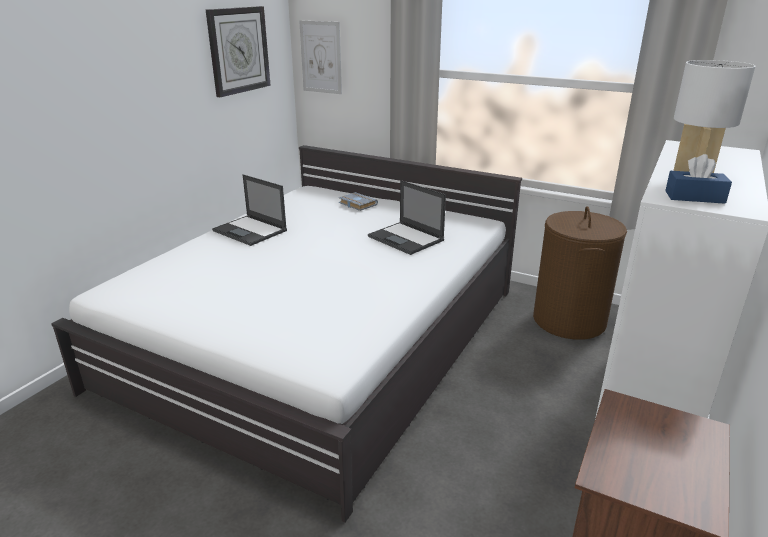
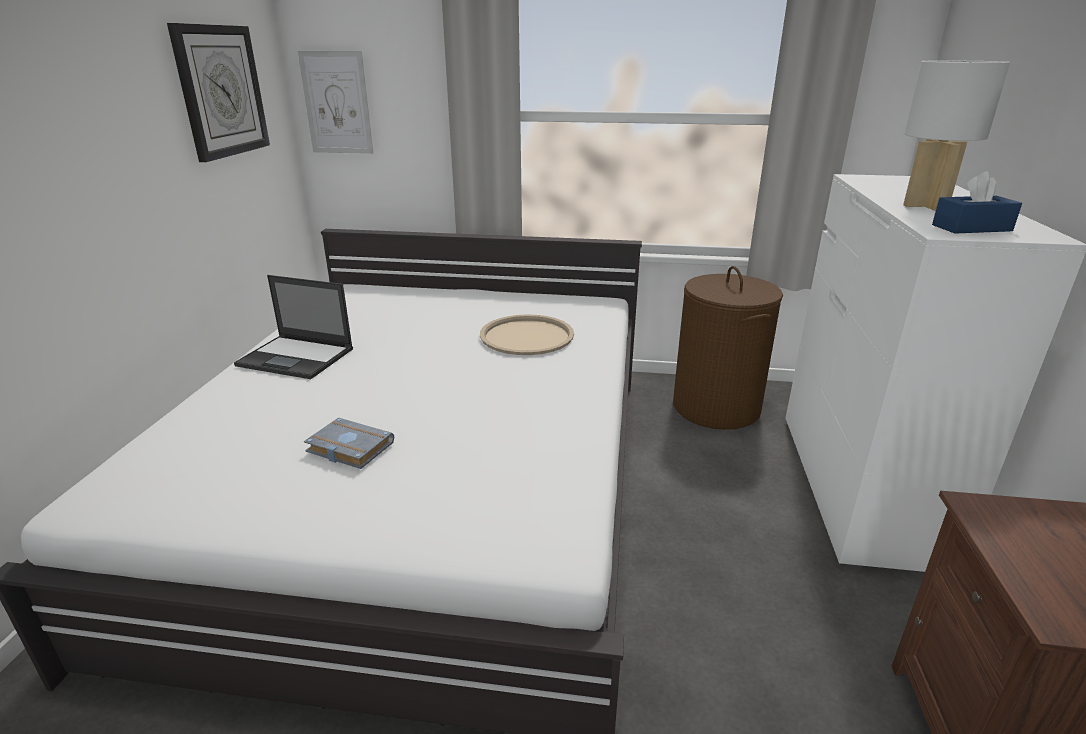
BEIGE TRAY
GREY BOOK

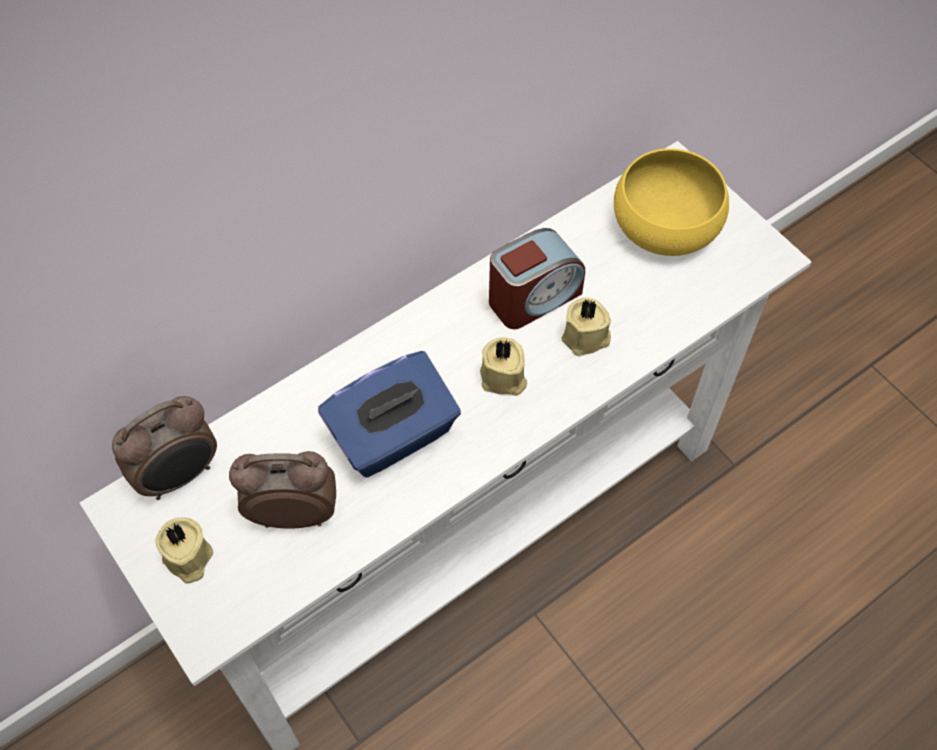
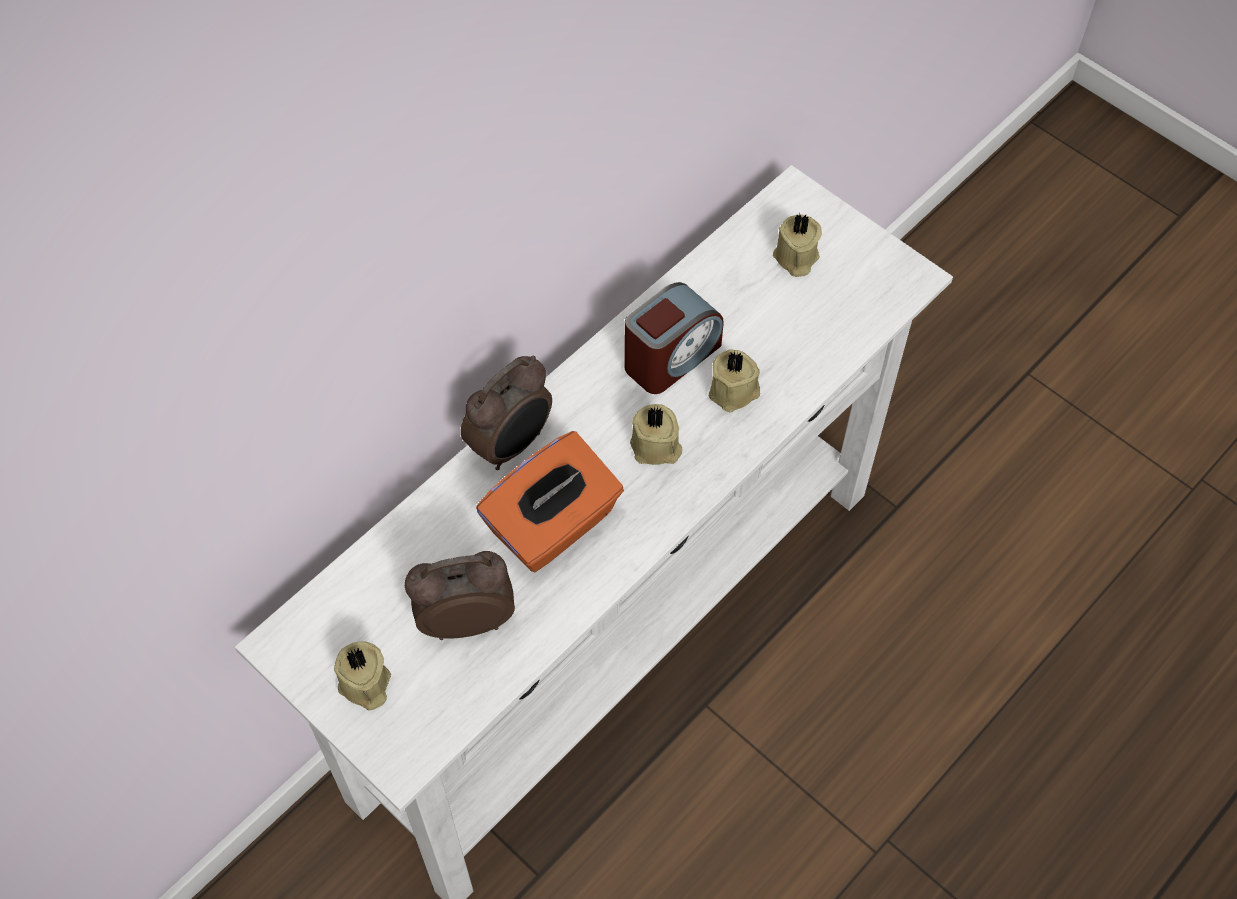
BEIGE CANDLE (4th from left)
ORANGE TISSUE BOX
ALARM CLOCK (2nd from left)

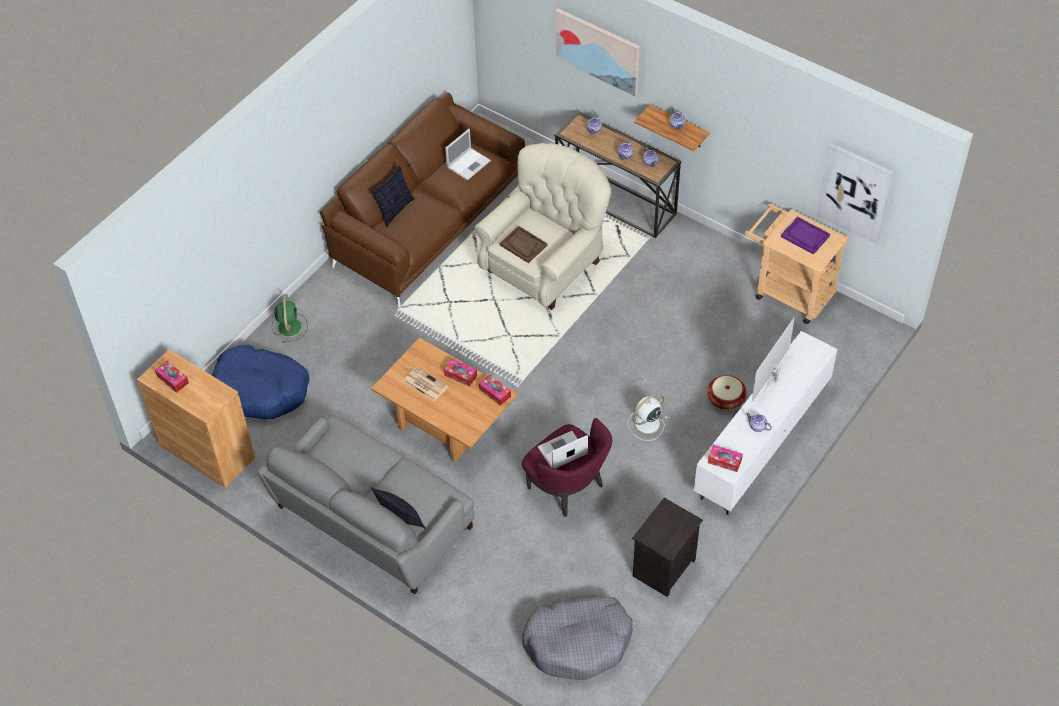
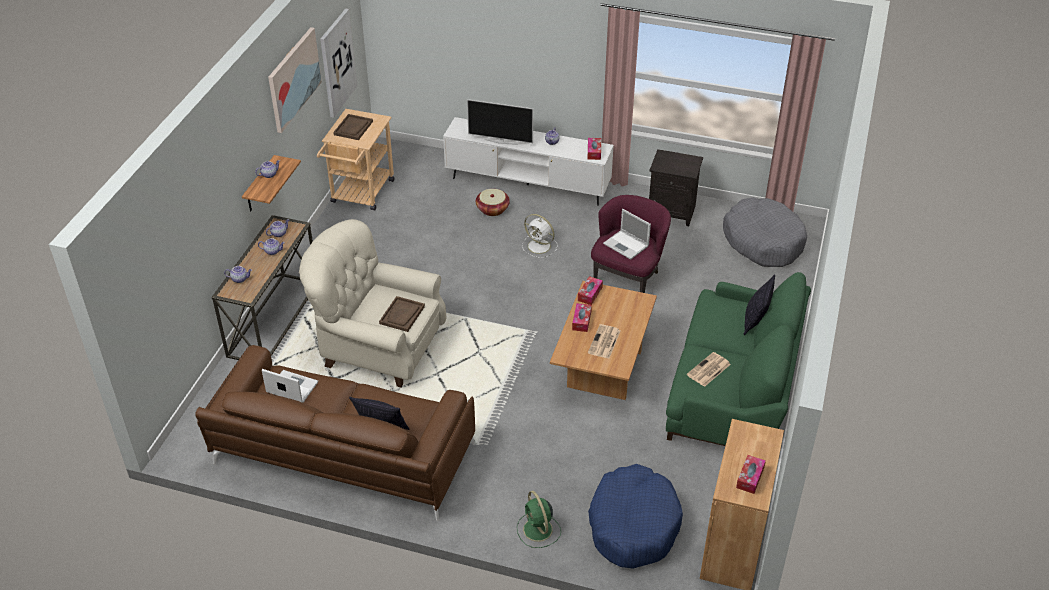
PICTURE (1st from left)
BROWN TRAY (1st from left)
GREEN FAN
GREEN SOFA
NEWSPAPER (2nd from left)

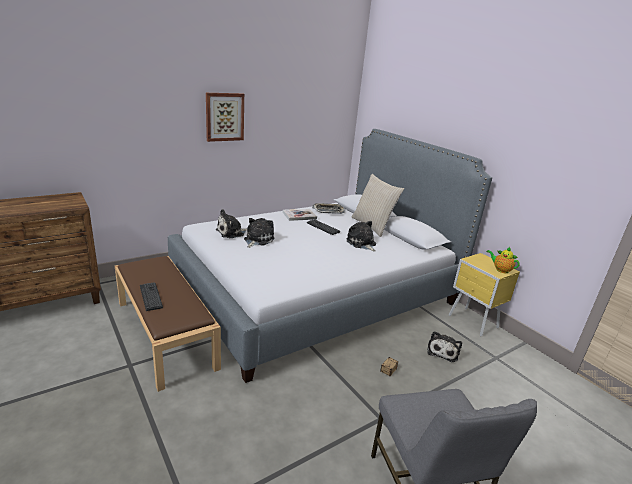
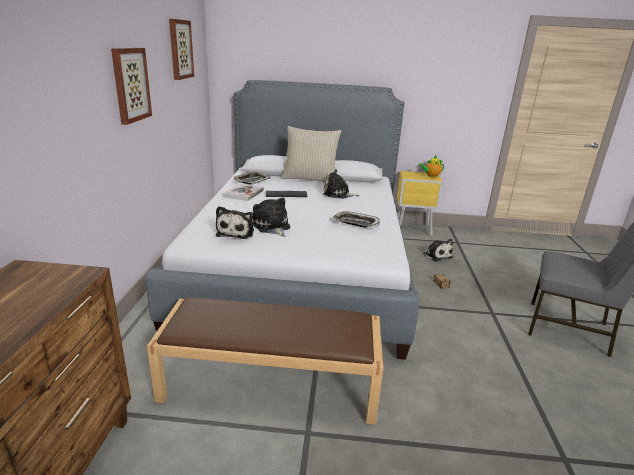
KEYBOARD (1st from left in the first image)
PICTURE (2nd from left)
TRAY (2nd from left)

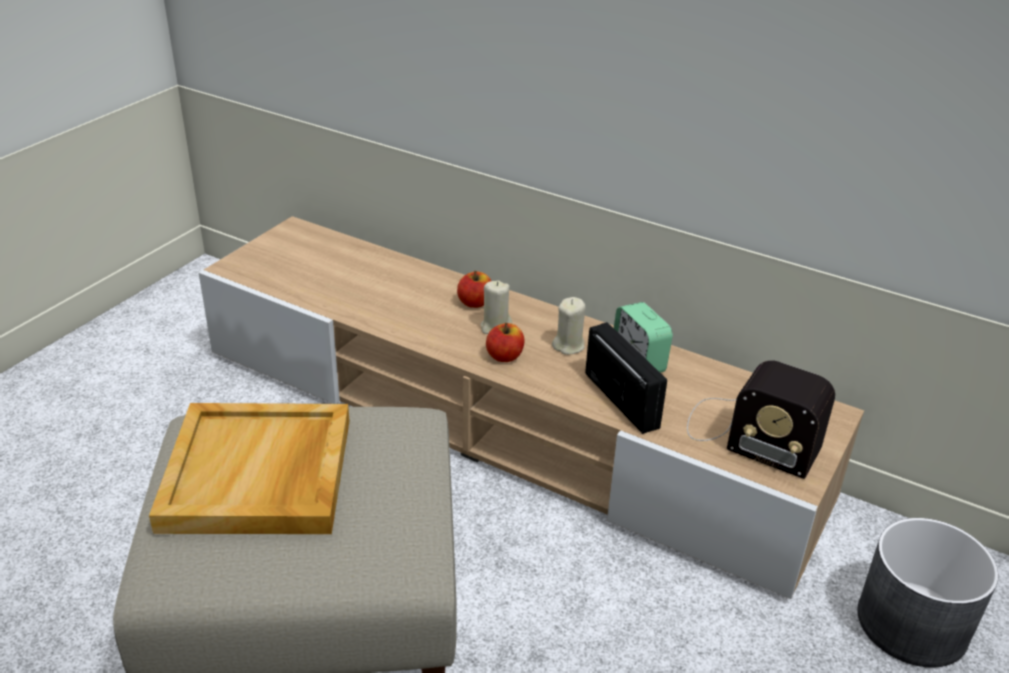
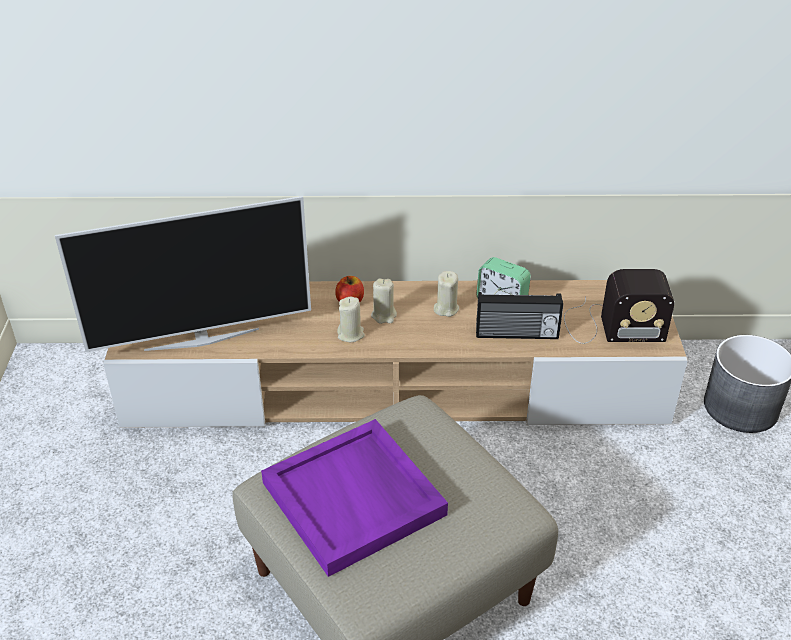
RADIO (1st from left)
APPLE (2nd from left in the first image)
PURPLE TRAY
TELEVISION
BEIGE CANDLE (1st from left)

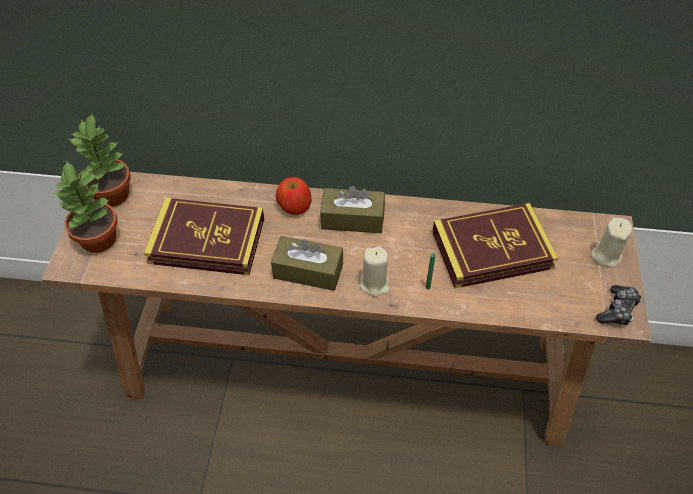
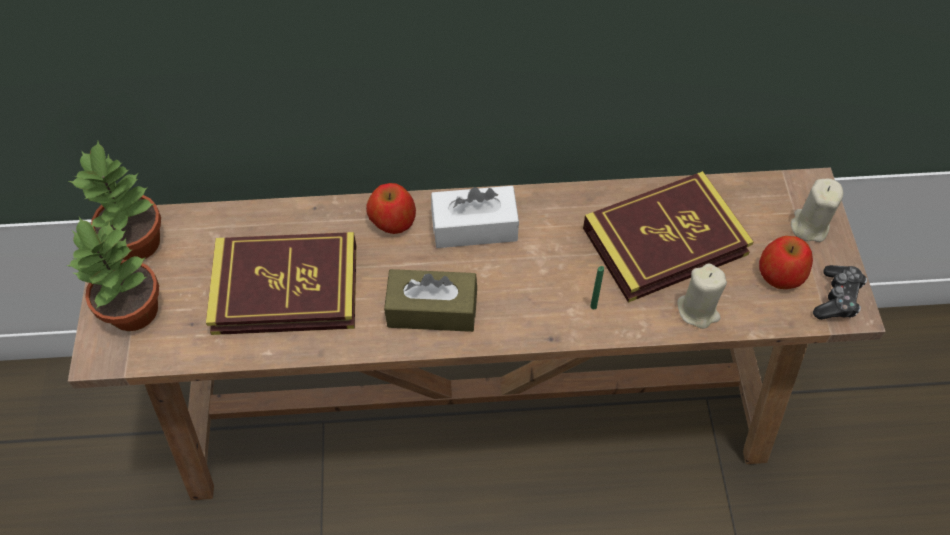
WHITE TISSUE BOX
BEIGE CANDLE (1st from left)
APPLE (2nd from left)

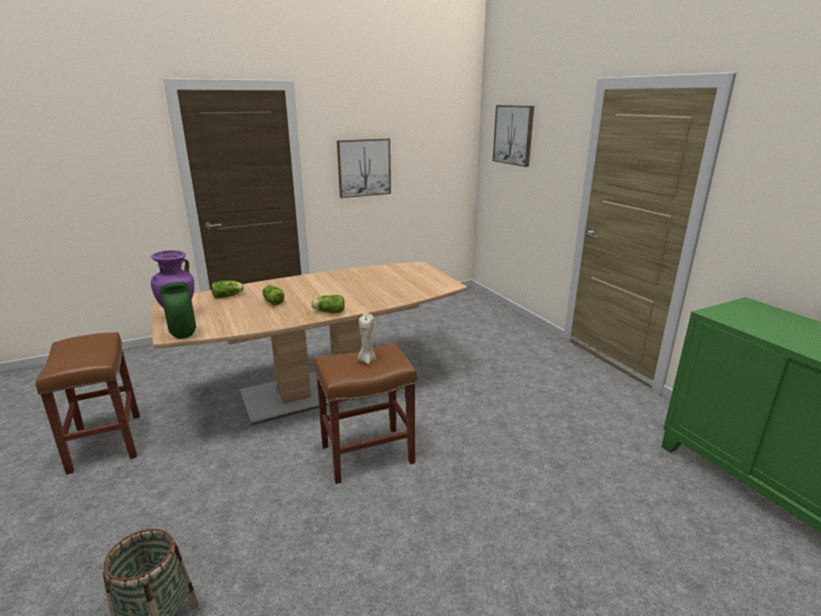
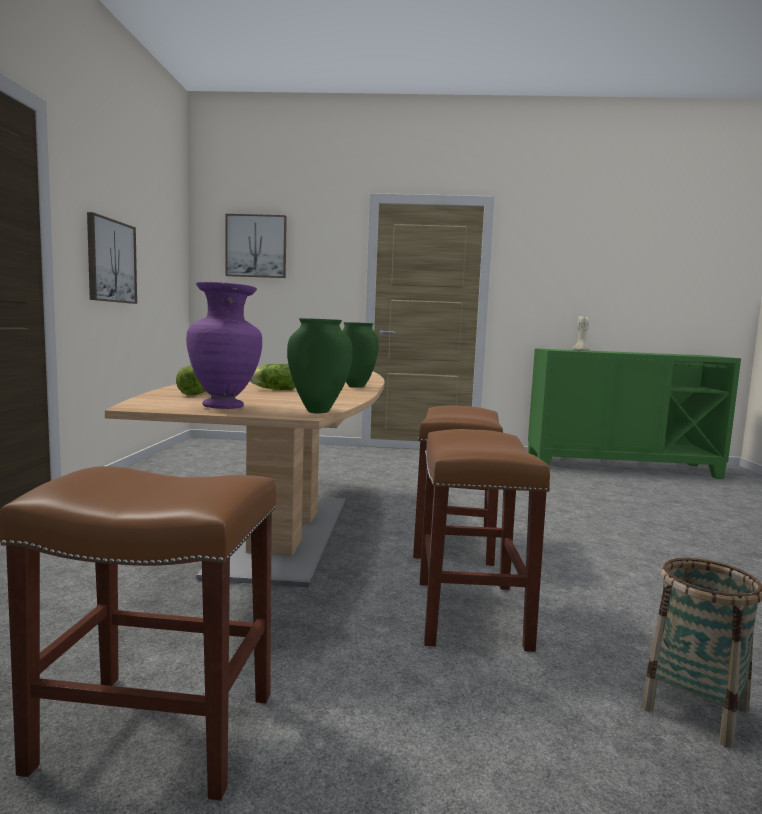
GREEN VASE (2nd from left)
BEIGE CANDLE
BROWN STOOL (3rd from left)

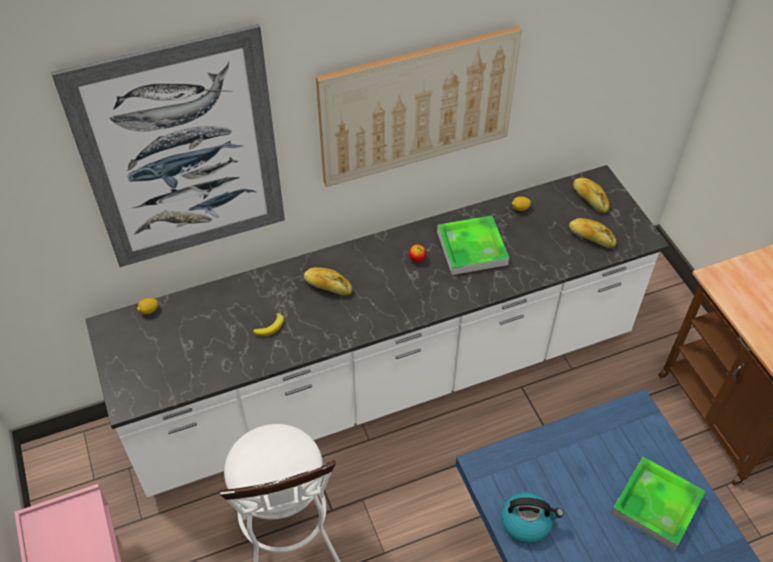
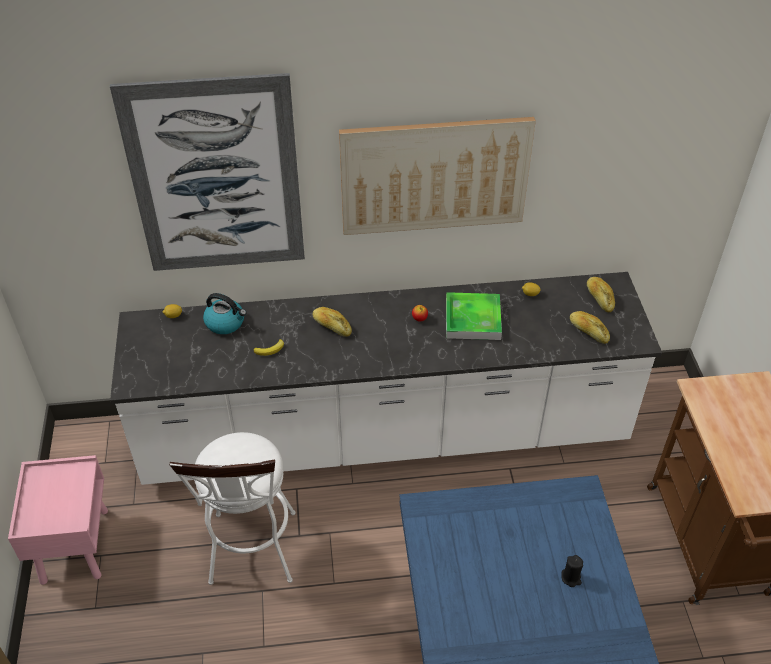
BLACK CANDLE
KETTLE

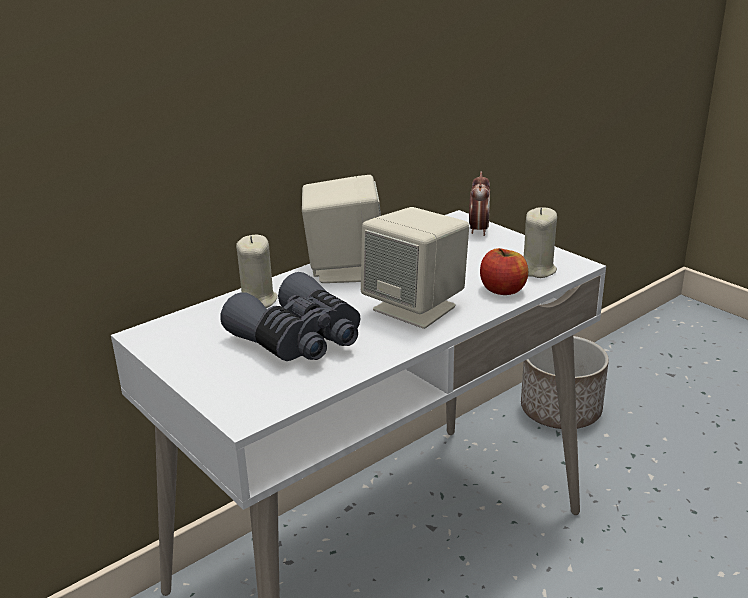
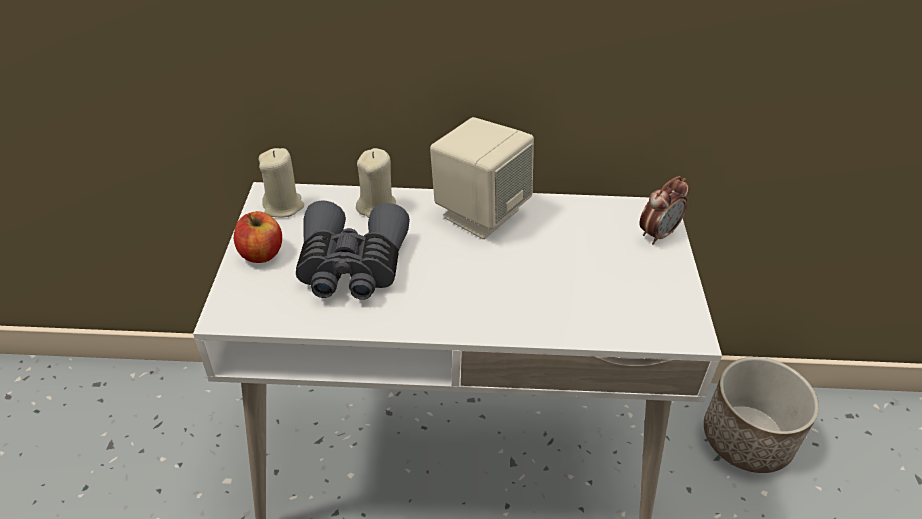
BEIGE SPEAKER (2nd from left in the first image)
BEIGE CANDLE (1st from left)
APPLE

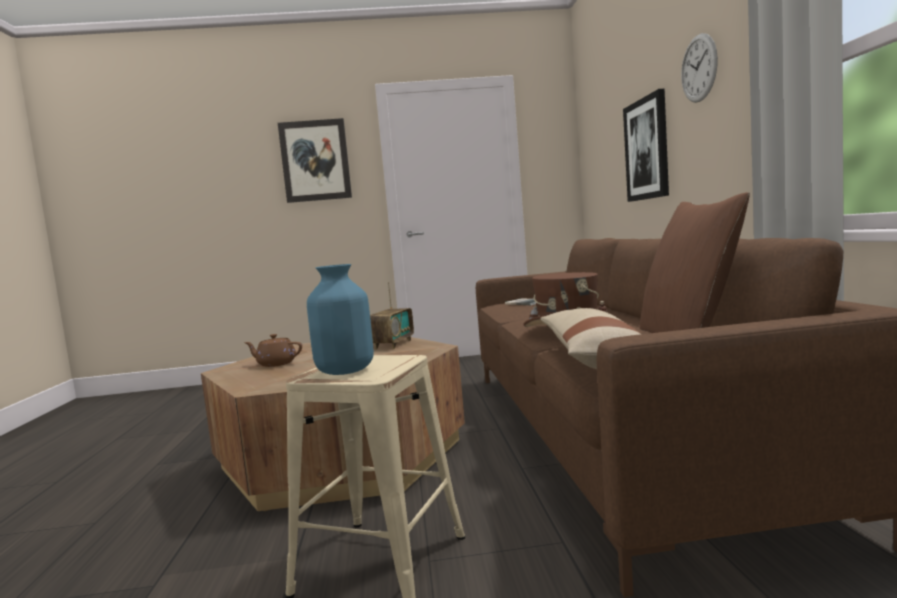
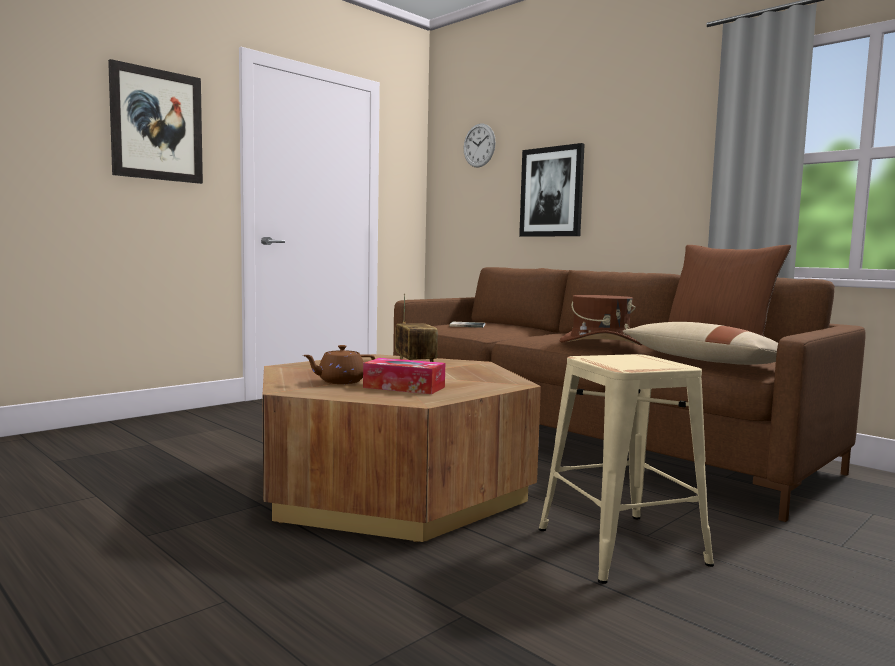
WALL CLOCK
BLUE VASE
TISSUE BOX

